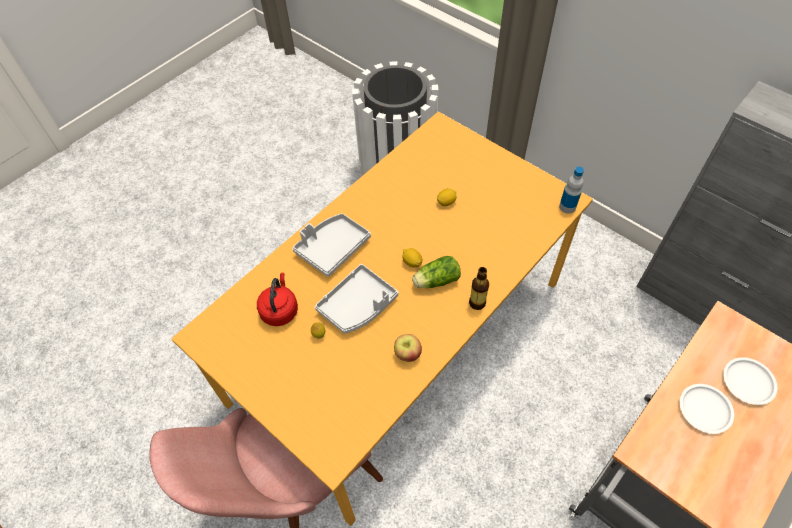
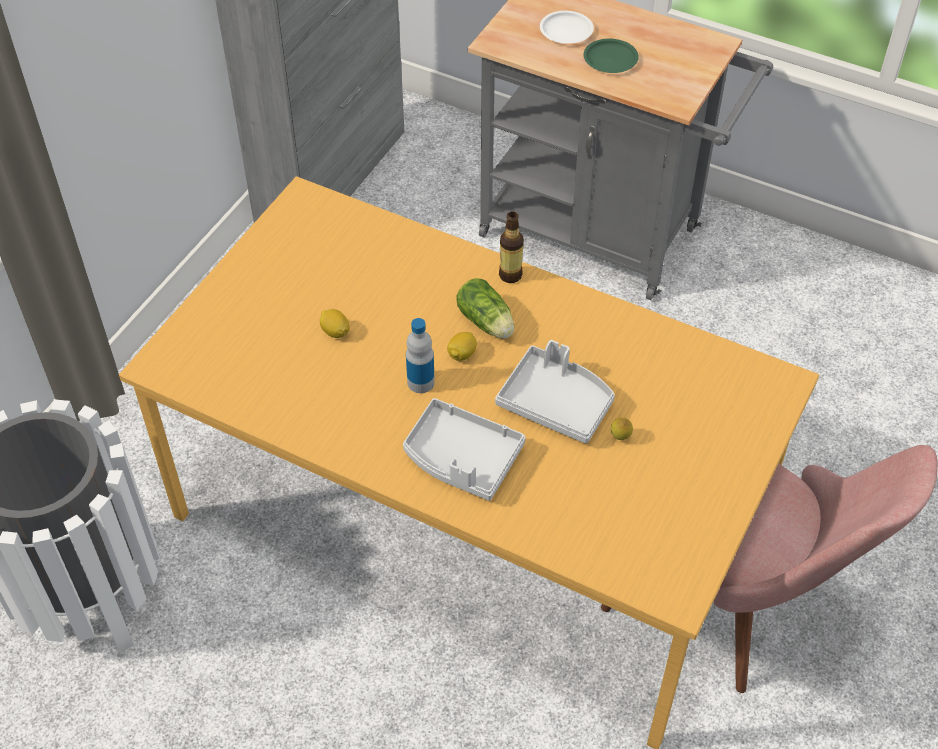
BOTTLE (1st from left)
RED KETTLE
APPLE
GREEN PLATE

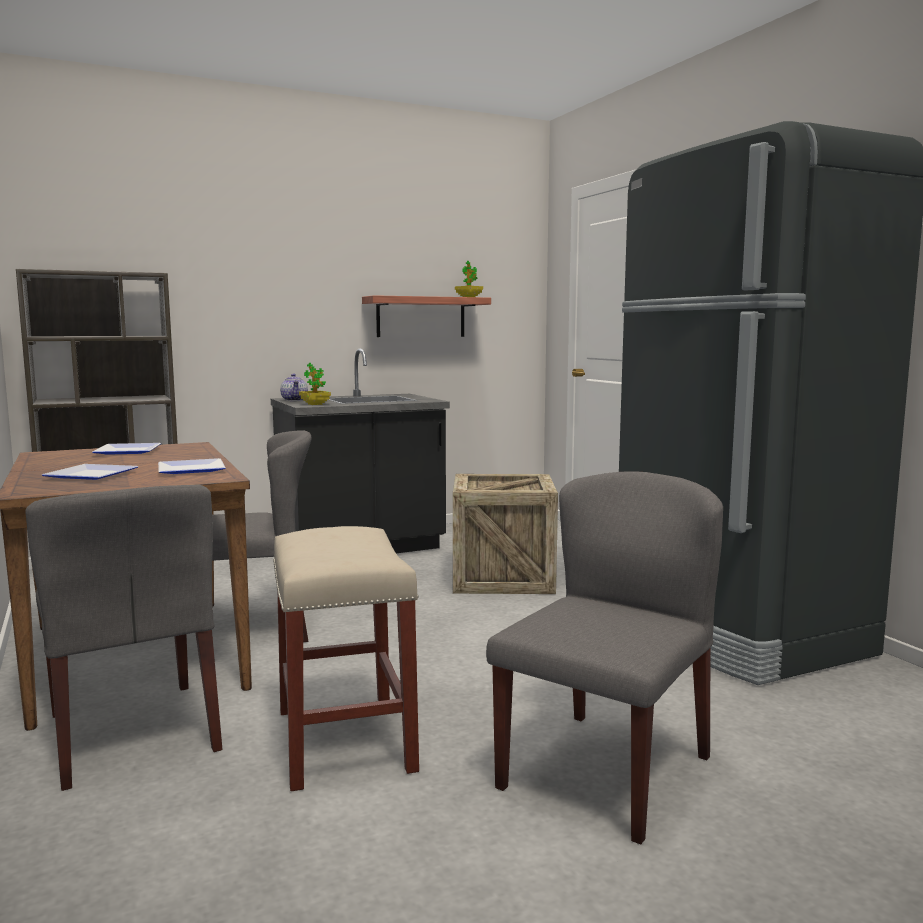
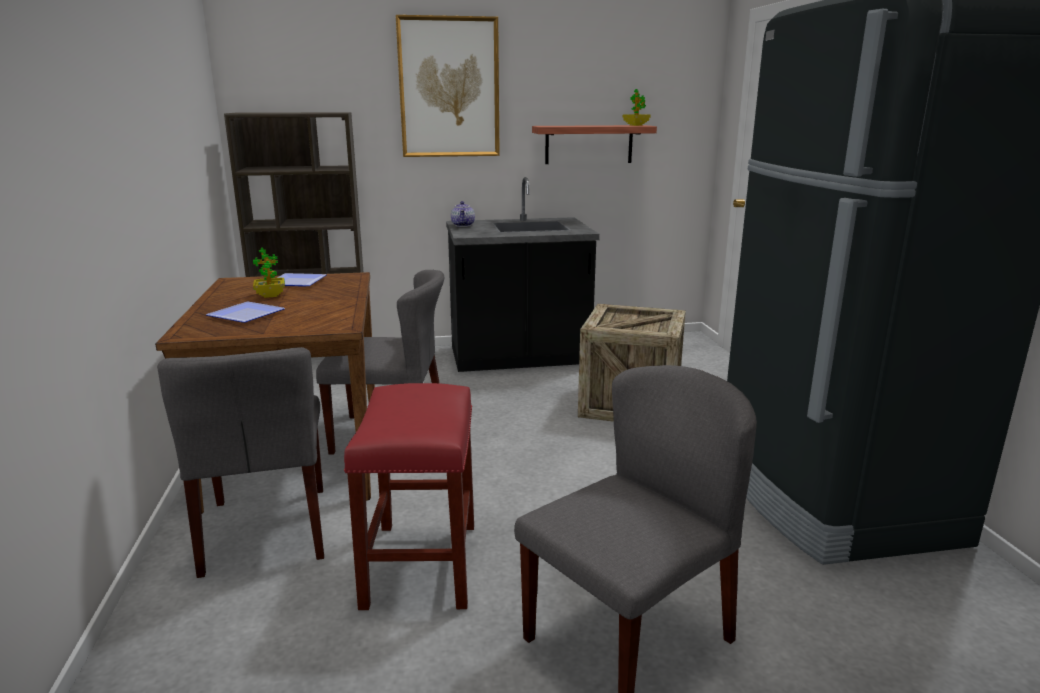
POTTED PLANT (1st from left)
PLATE (3rd from left in the first image)
RED STOOL
PICTURE

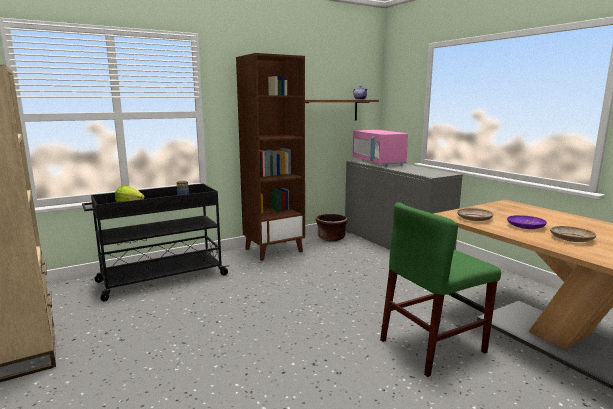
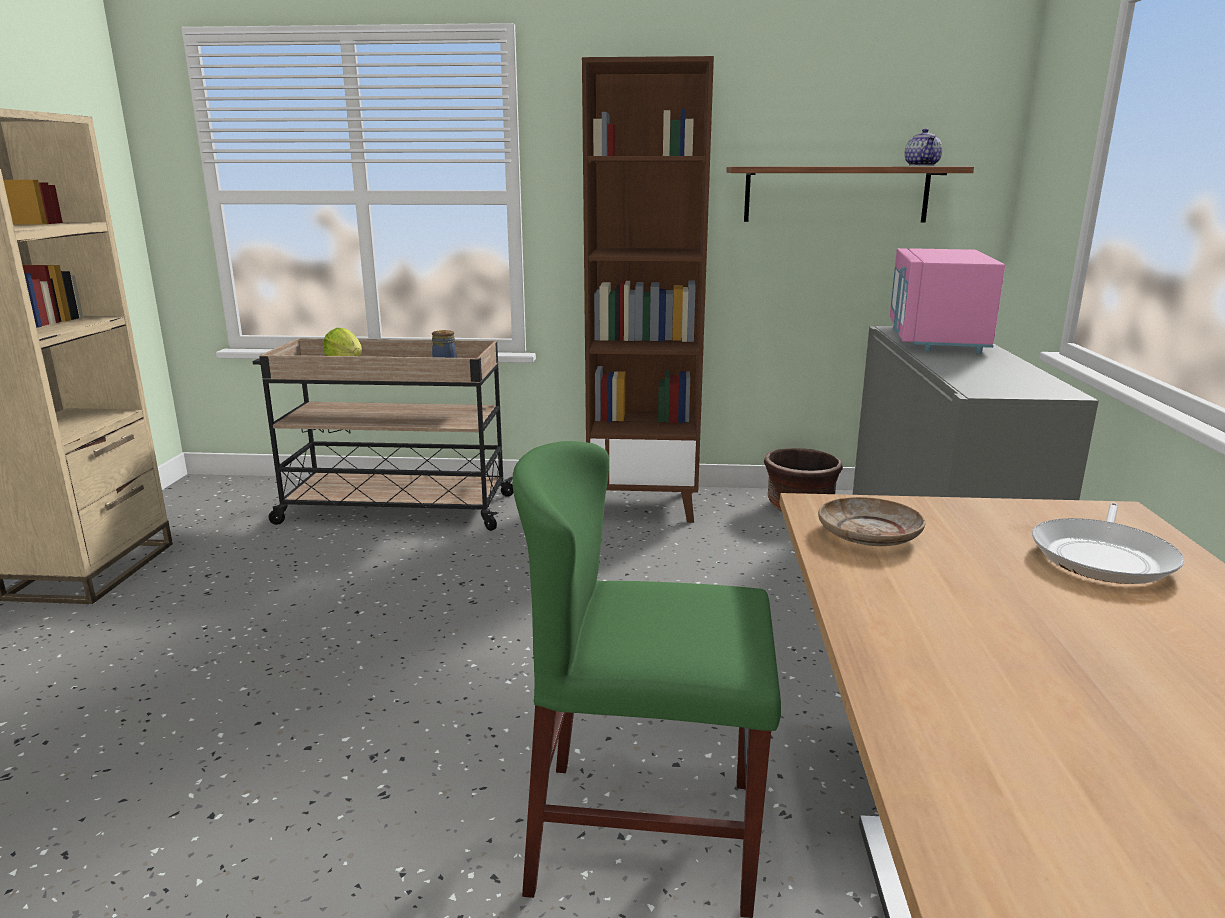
BEIGE CART
PURPLE PLATE
BEIGE PLATE (2nd from left in the first image)
FRYING PAN

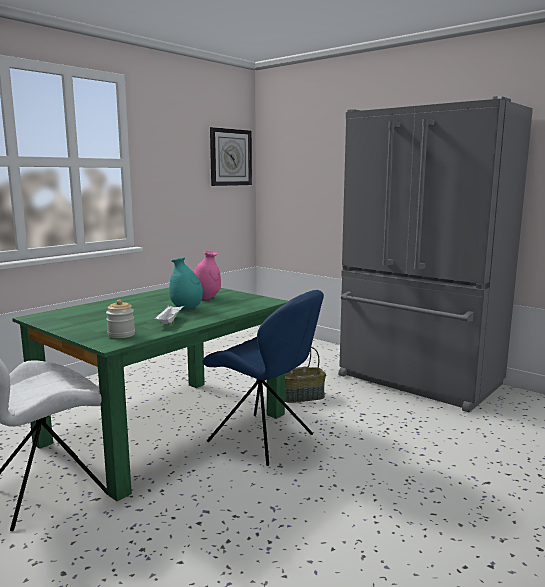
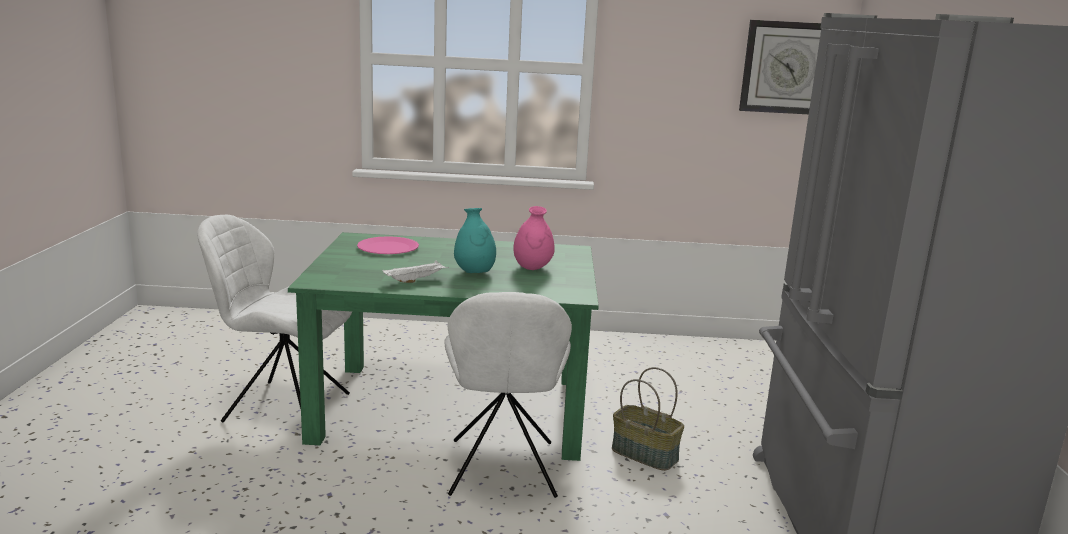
WHITE CHAIR (2nd from left)
JAR
PINK PLATE

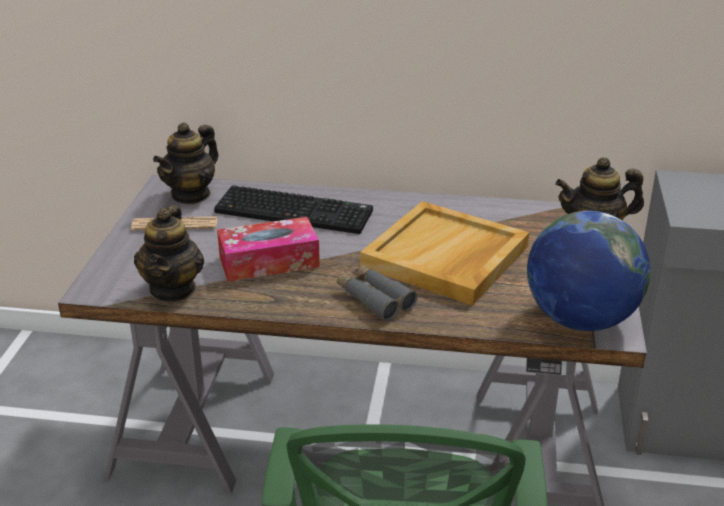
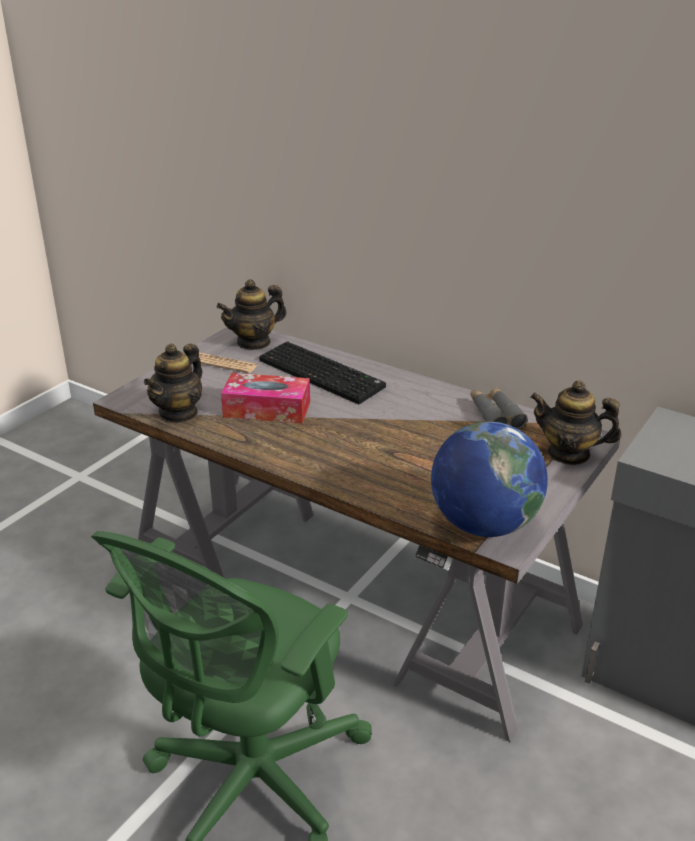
BEIGE TRAY
GREY BINOCULARS

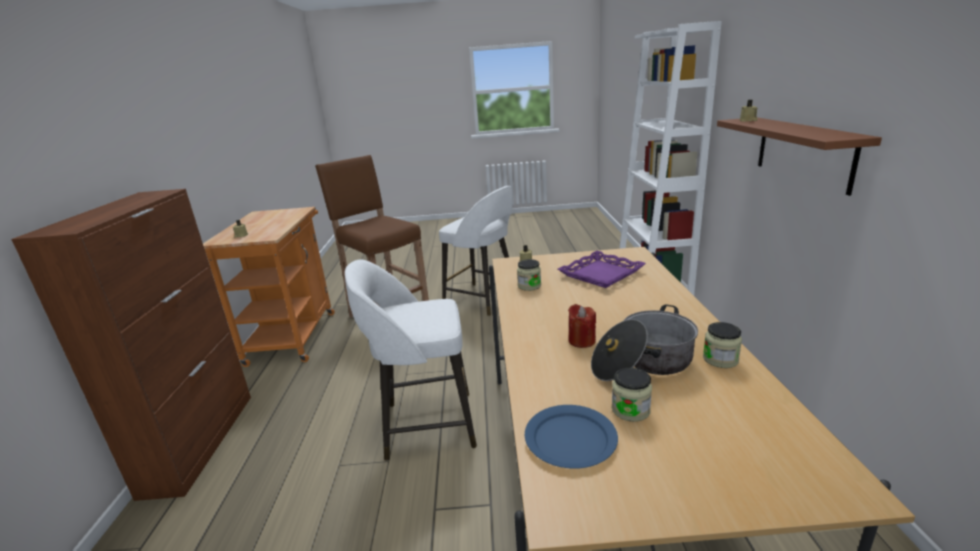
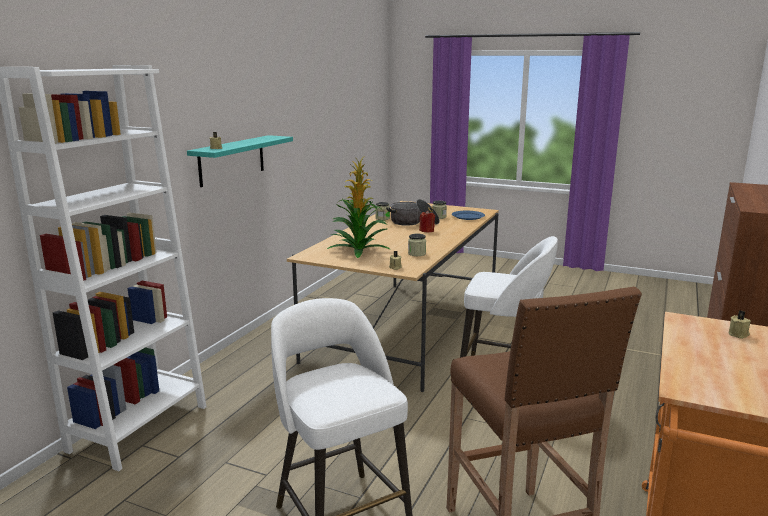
TURQUOISE SHELF
POTTED PLANT

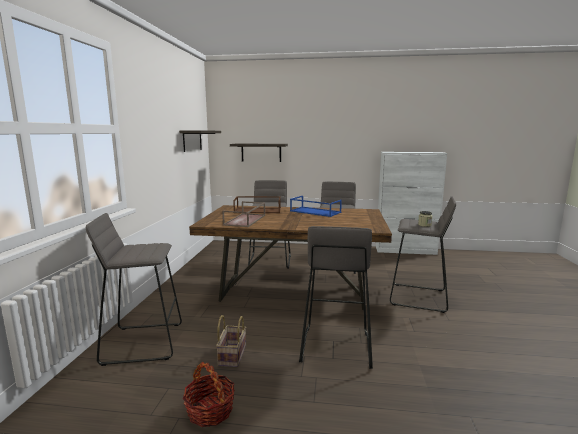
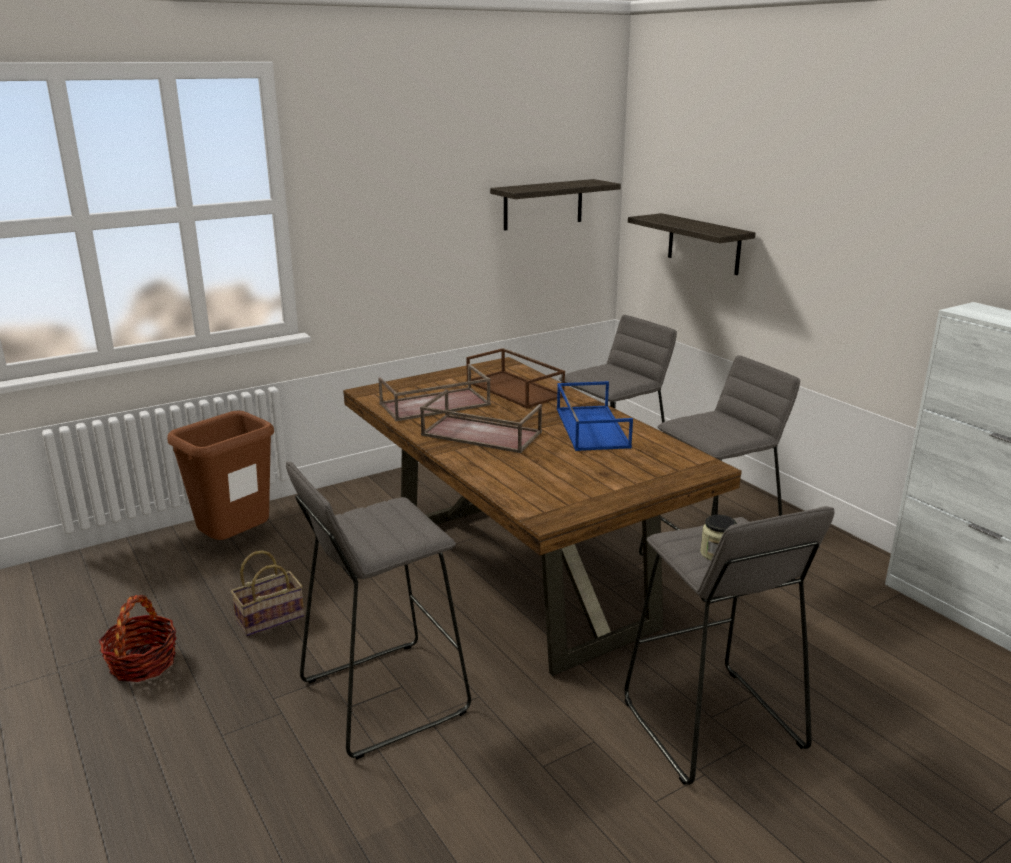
BROWN TRASH CAN
BROWN TRAY (2nd from left)

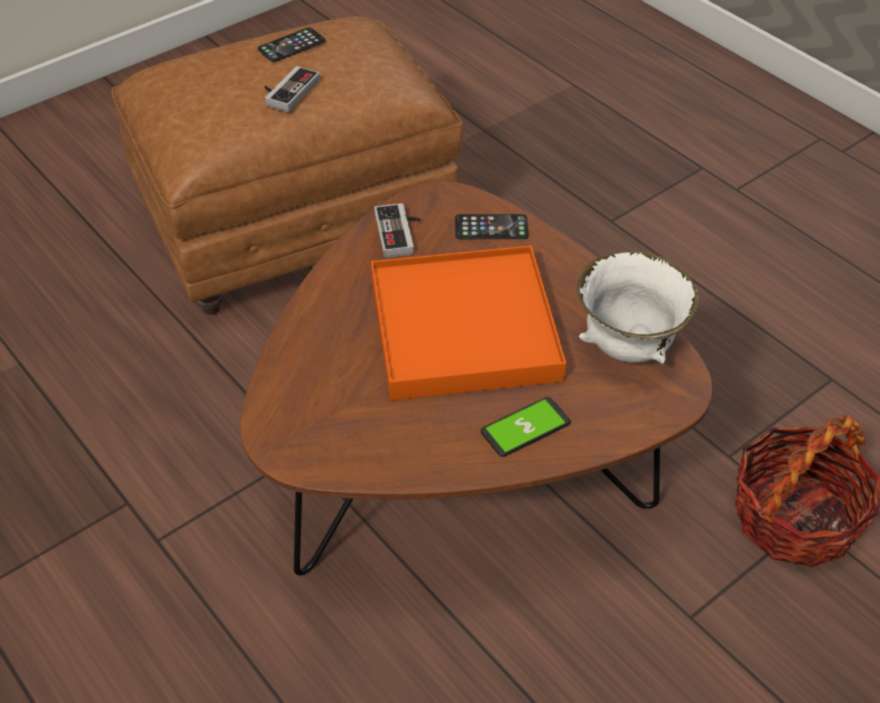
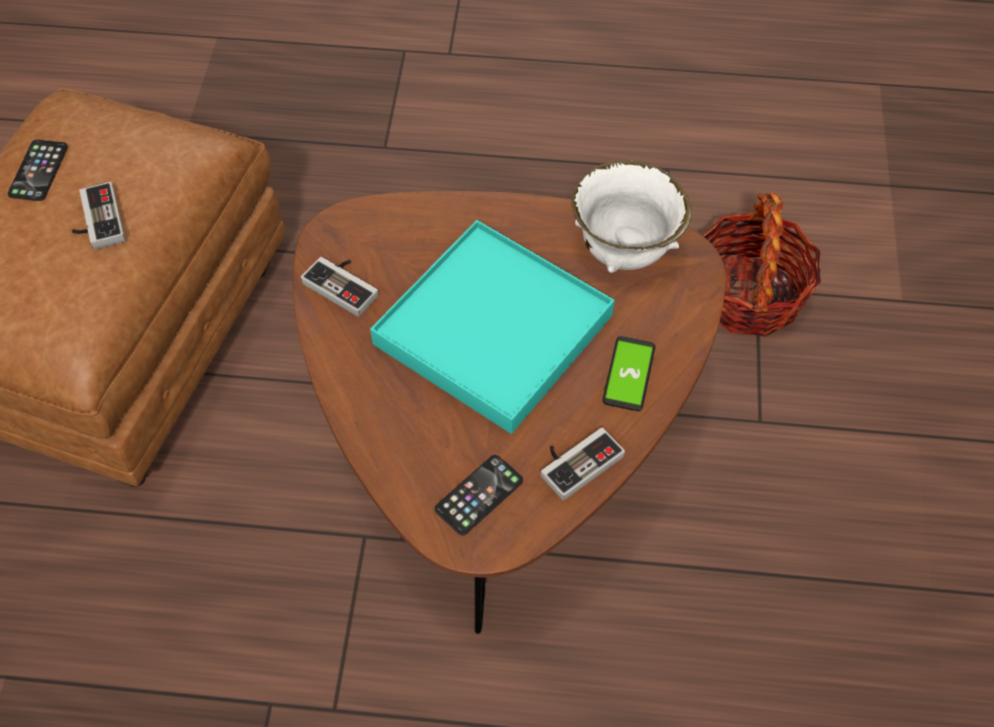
PHONE (2nd from left)
TURQUOISE TRAY
GAME CONTROLLER (3rd from left)

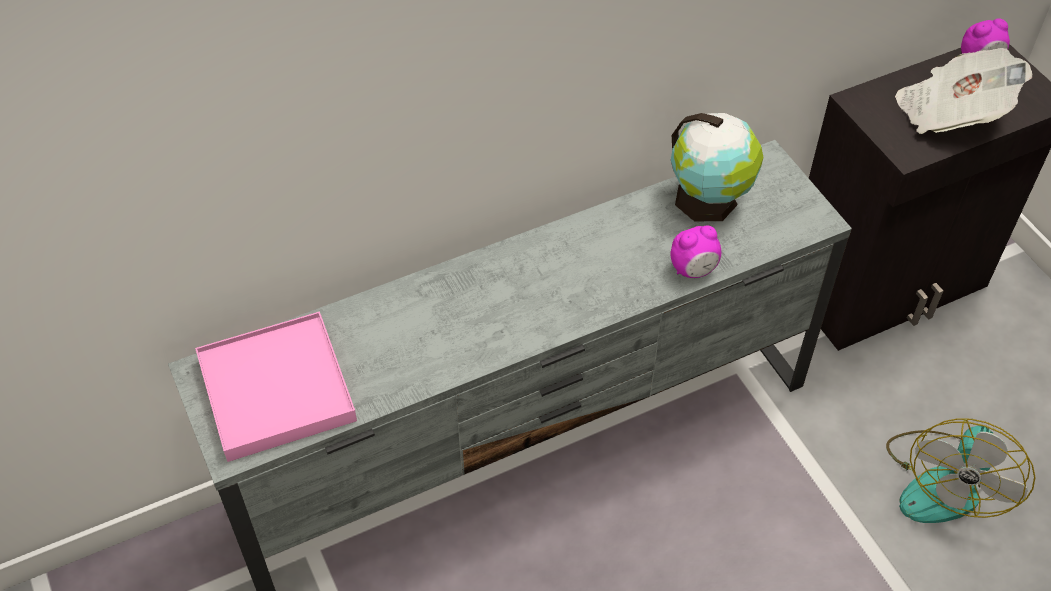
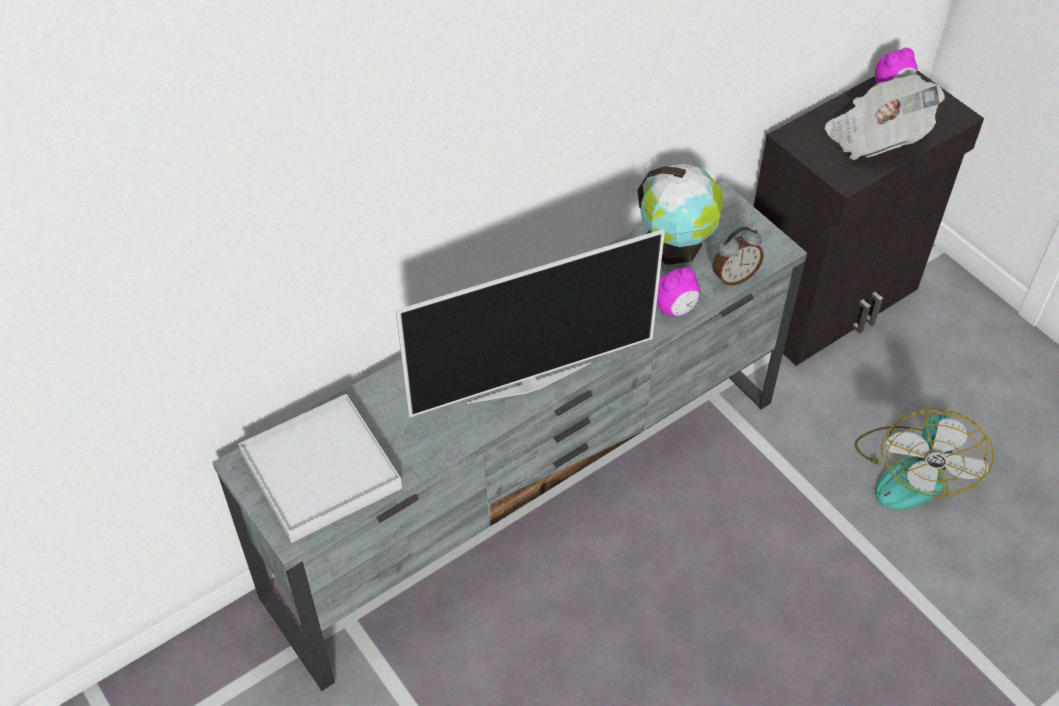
WHITE TRAY
ALARM CLOCK (2nd from left)
TELEVISION

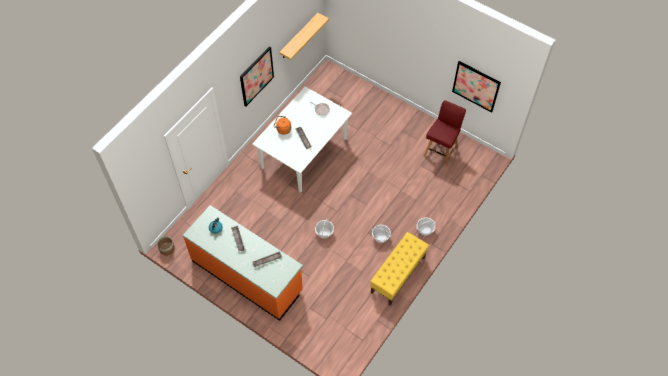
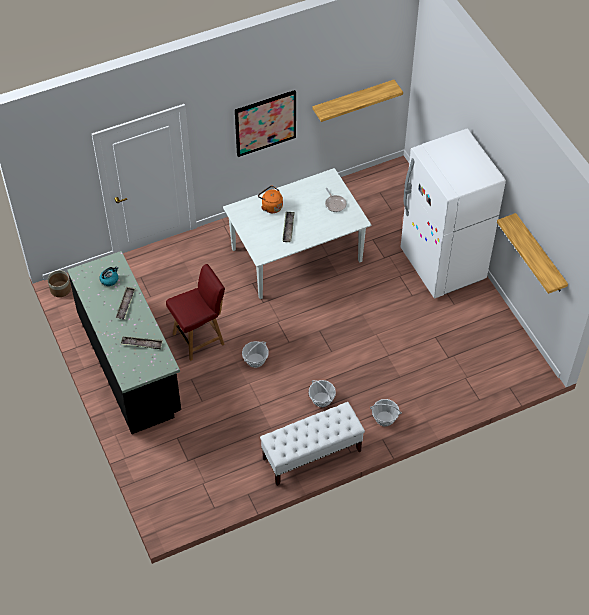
SHELF (2nd from left)
RED CHAIR
BLACK COUNTER
WHITE BENCH
WHITE FRIDGE

